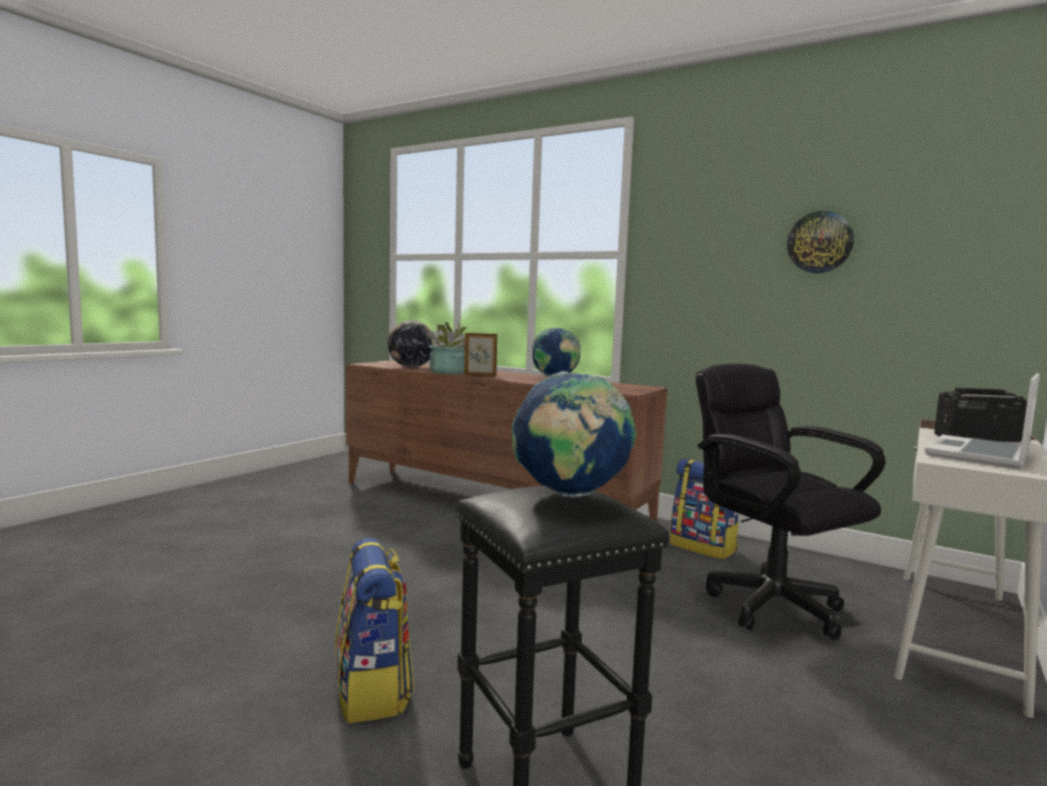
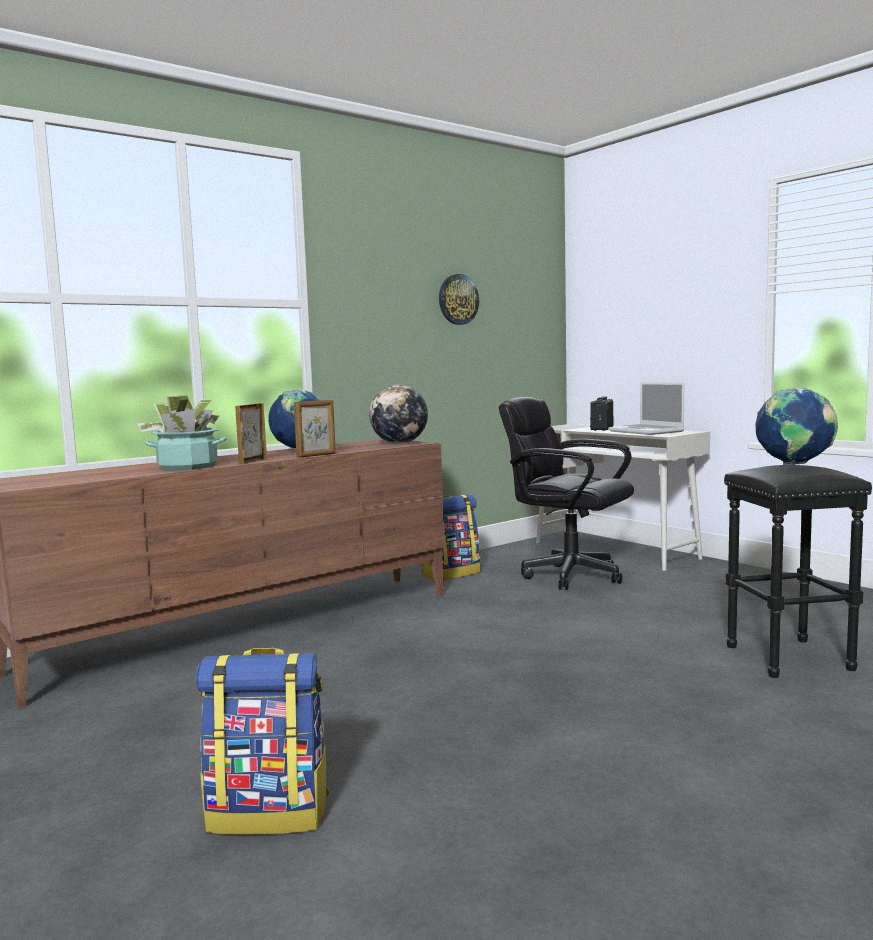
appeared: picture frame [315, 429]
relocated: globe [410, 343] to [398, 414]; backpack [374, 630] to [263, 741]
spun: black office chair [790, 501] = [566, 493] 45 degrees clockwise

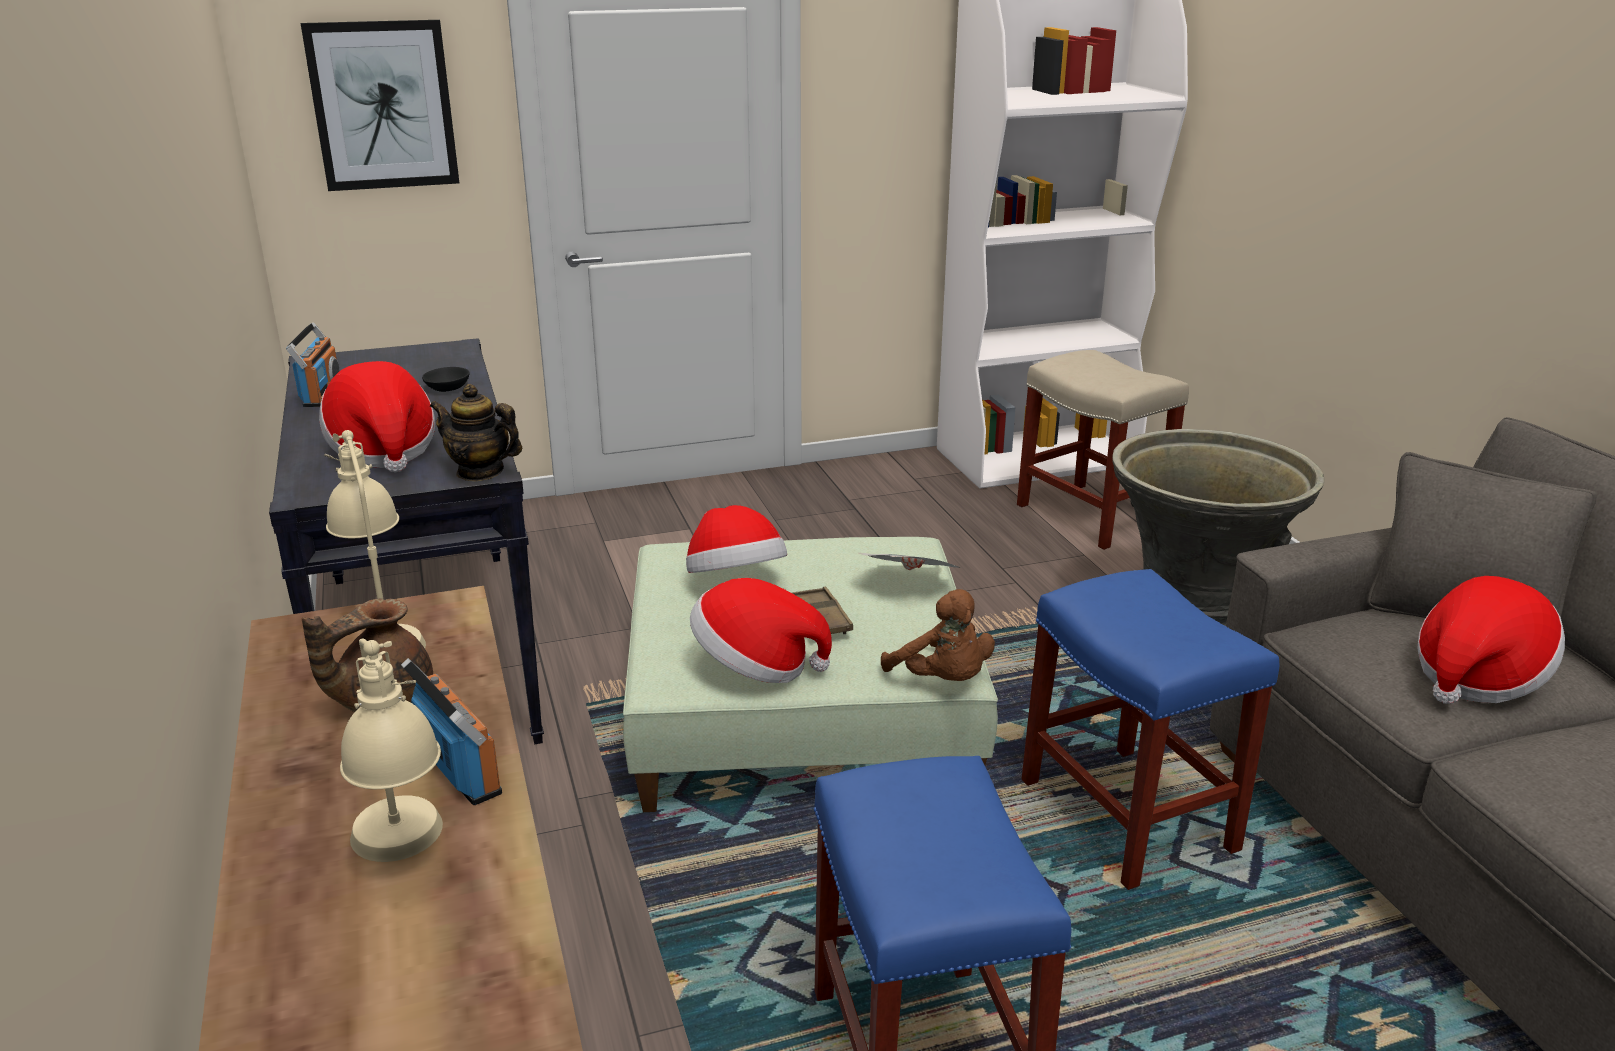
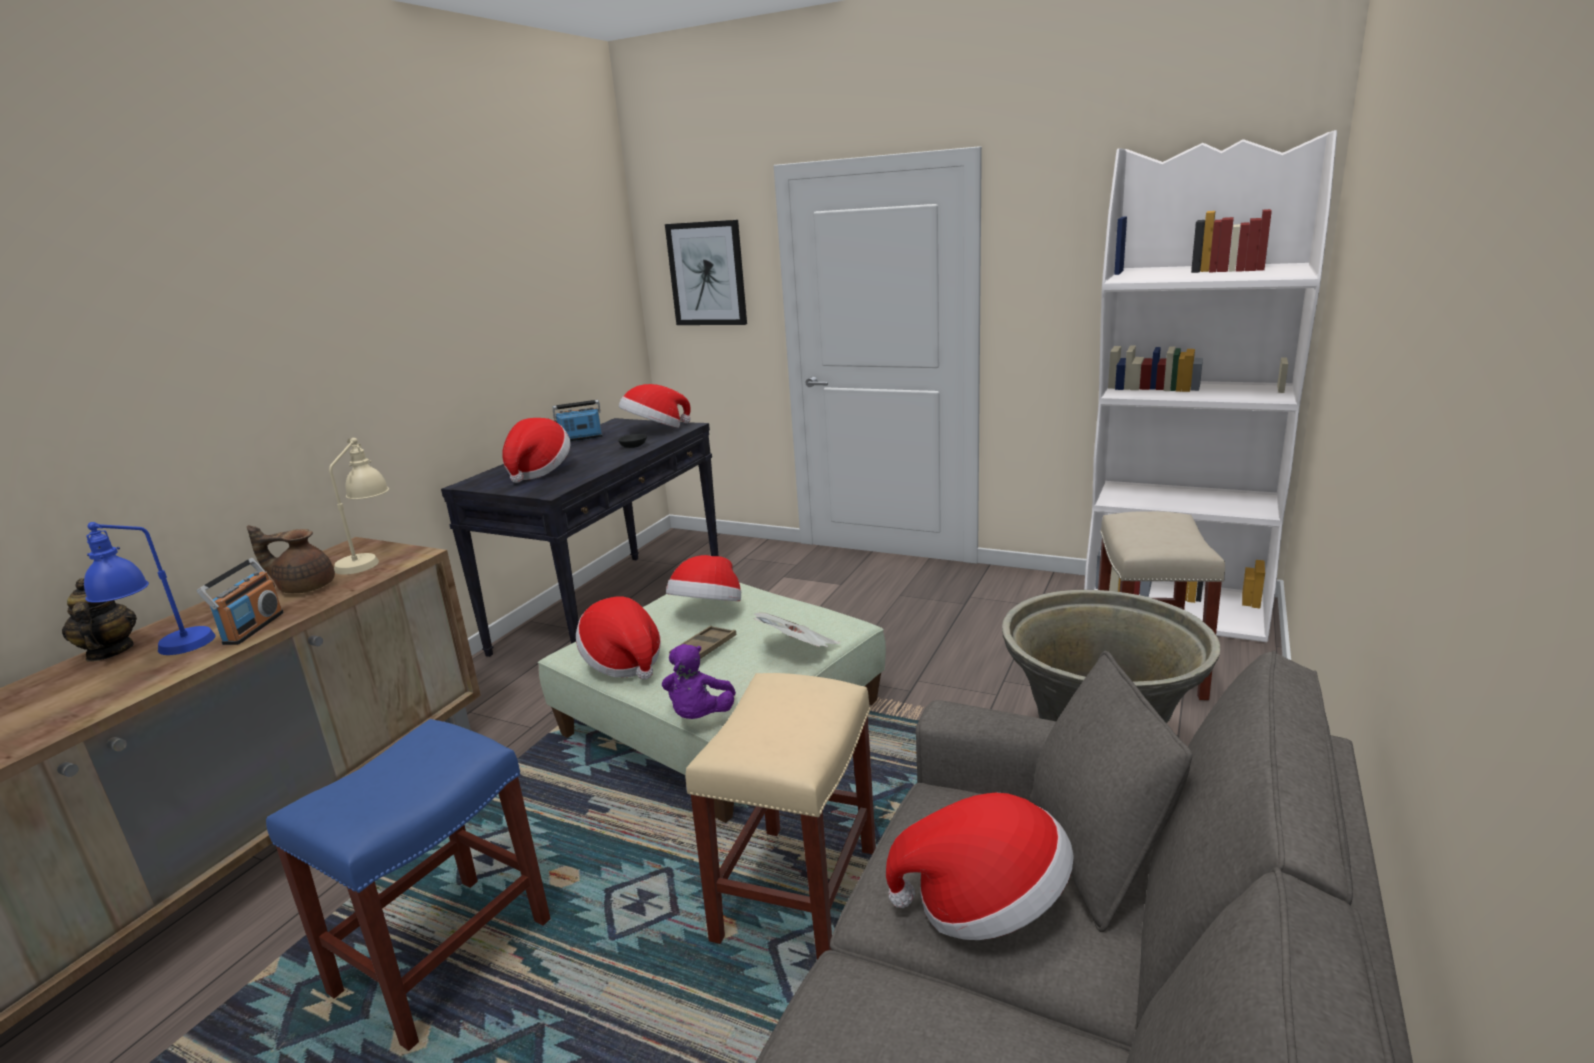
appeared: hat [655, 406]
relocated: teapot [476, 432] to [99, 620]
colour: blue stool [1150, 729] to beige stool [781, 816]; brown plush toy [938, 635] to purple plush toy [699, 681]; beige table lamp [391, 750] to blue table lamp [149, 588]
spun: radio [312, 364] = [577, 421] 150 degrees counterclockwise

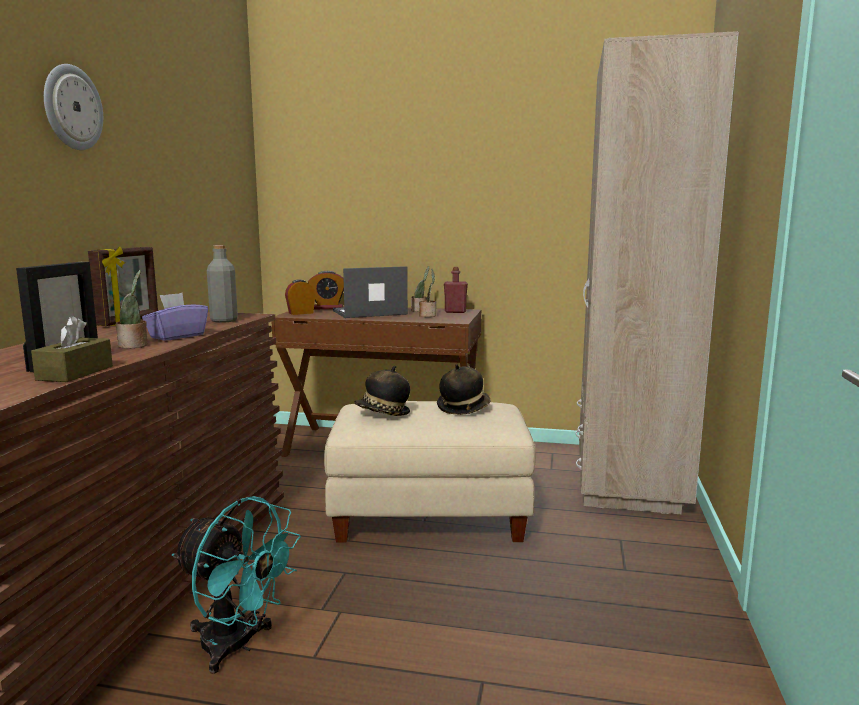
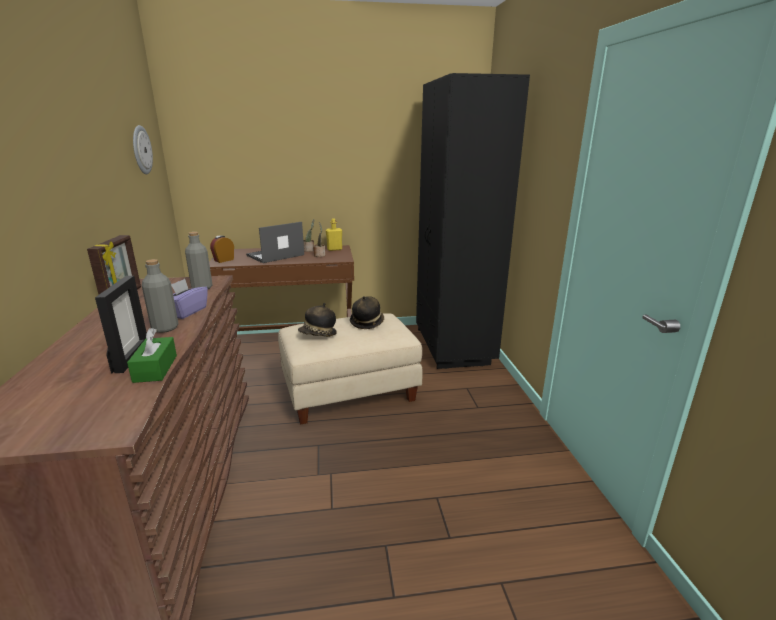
missing: alarm clock [326, 290]; turquoise fan [236, 585]
relocated: wall clock [73, 107] to [143, 149]
exchanged: potted plant [132, 309] to grey bottle [160, 296]
colour: beige wardrobe [657, 272] to black wardrobe [473, 221]; red bottle [456, 290] to yellow bottle [334, 234]; brown tissue box [72, 349] to green tissue box [152, 355]

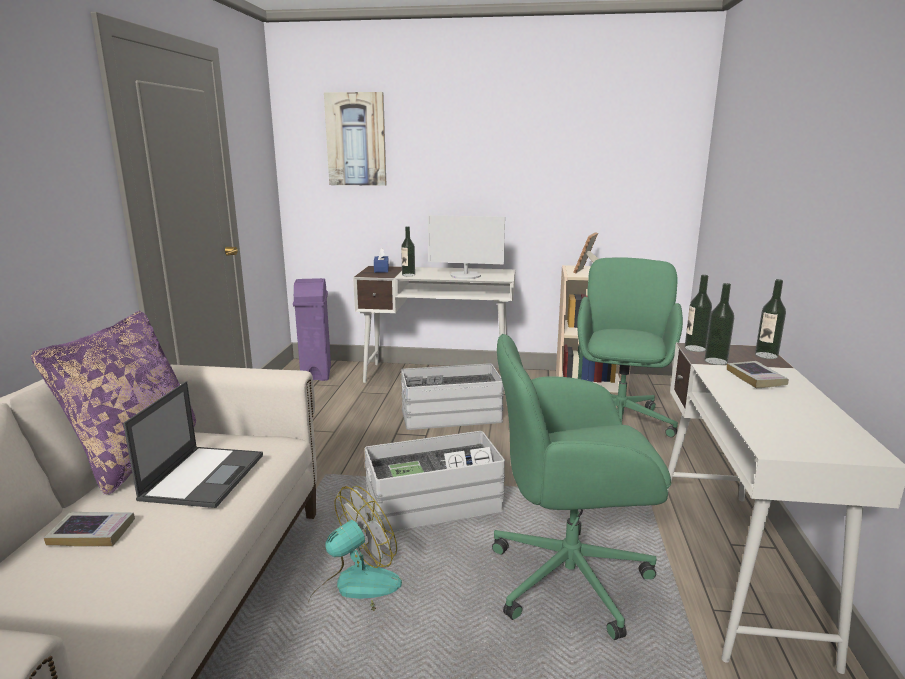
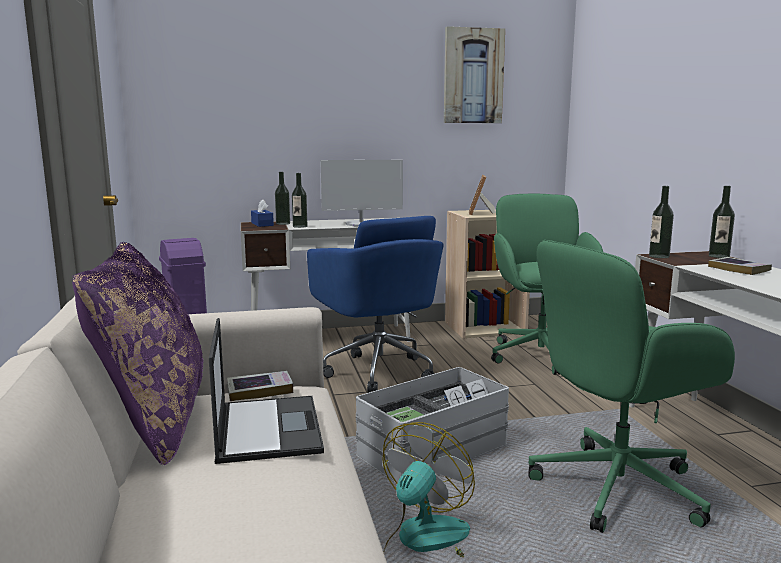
relocated: picture [355, 139] to [474, 74]; bottle [719, 324] to [282, 198]; book [89, 529] to [260, 386]
exchanged: grey storage box [452, 396] to blue office chair [375, 304]

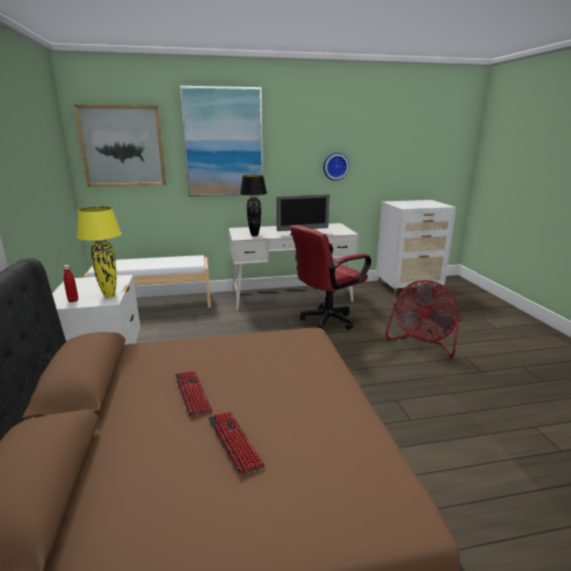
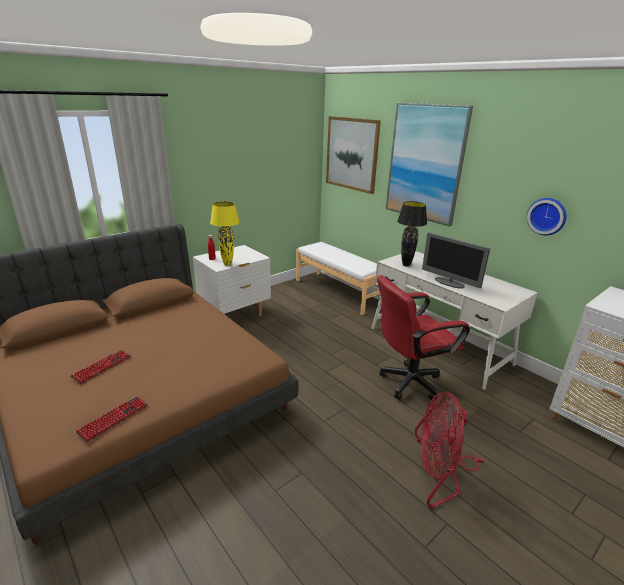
relocated: keyboard [193, 393] to [112, 419]
spun: red office chair [330, 277] = [423, 337] 45 degrees counterclockwise

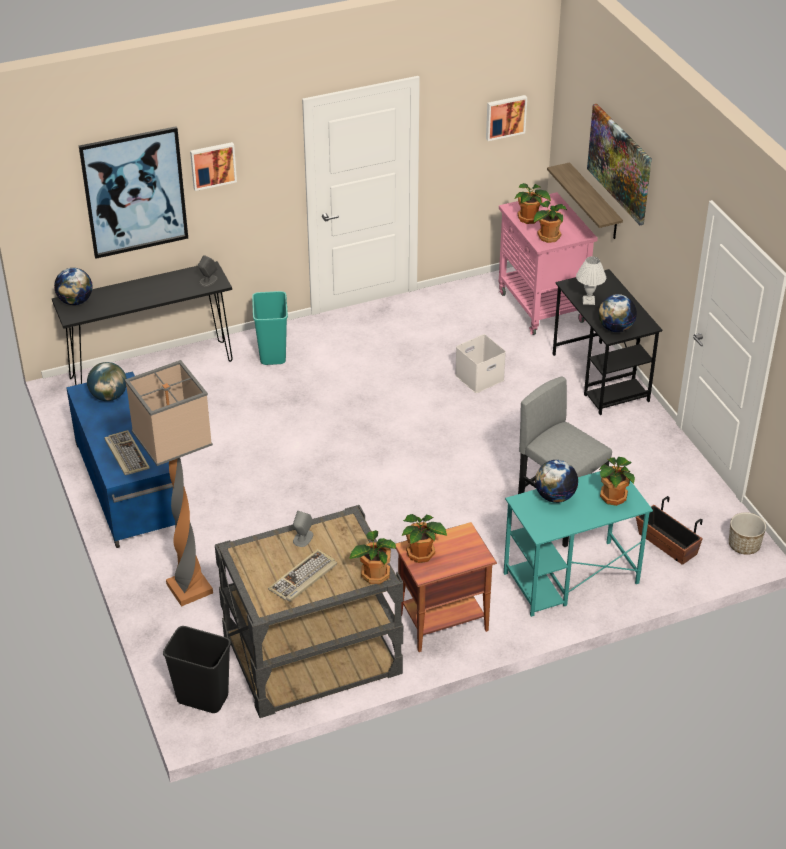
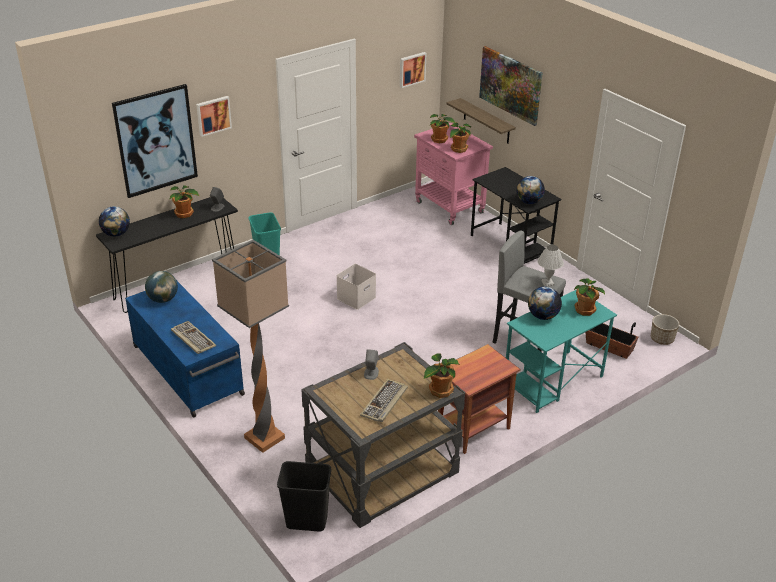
relocated: white table lamp [591, 280] to [551, 266]; white storage box [480, 363] to [356, 287]; potted plant [424, 538] to [184, 201]

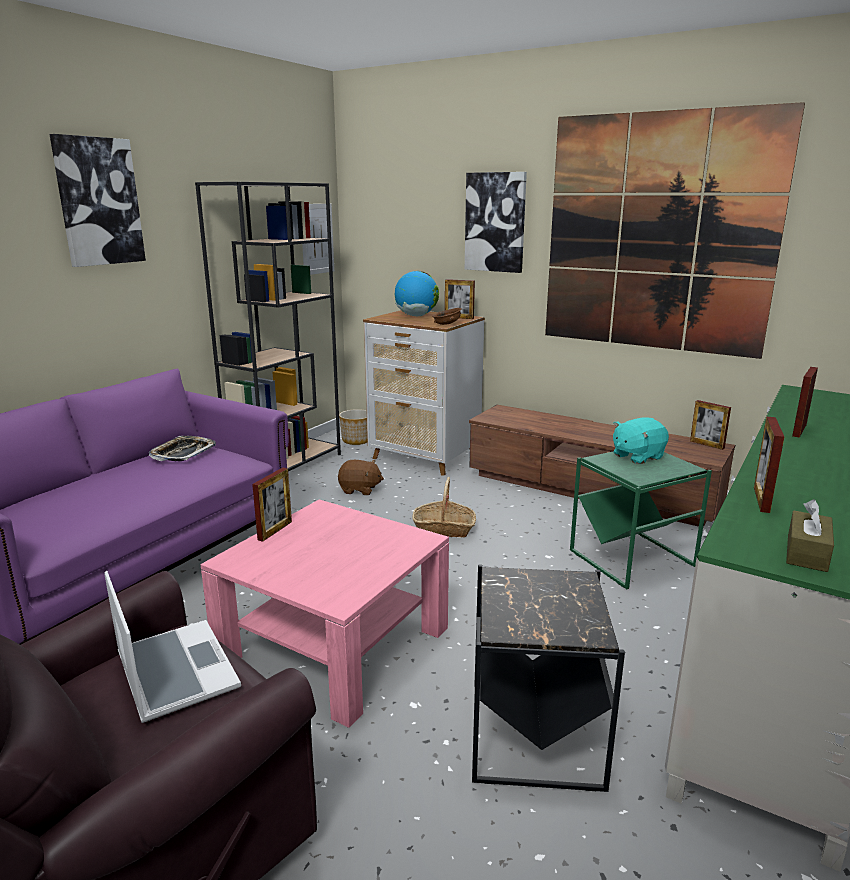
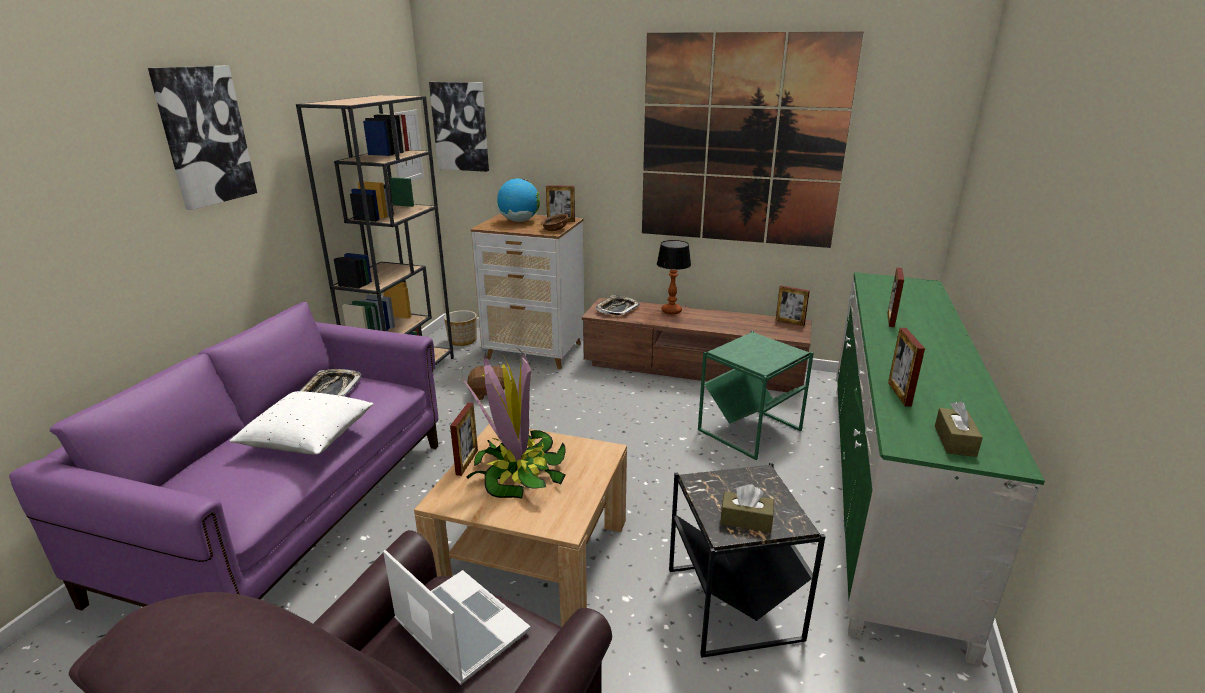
missing: turquoise plush toy [641, 440]; basket [444, 507]
appeared: table lamp [674, 277]; tray [618, 305]; potted plant [514, 423]; white pillow [301, 423]; brown tissue box [747, 508]
relocated: picture [496, 222] to [459, 127]
colour: pink coffee table [325, 614] to brown coffee table [520, 525]

